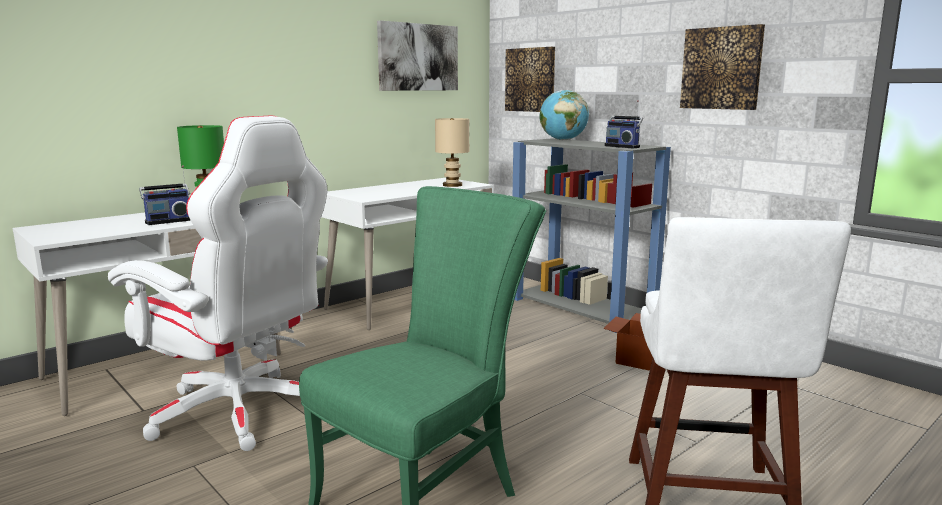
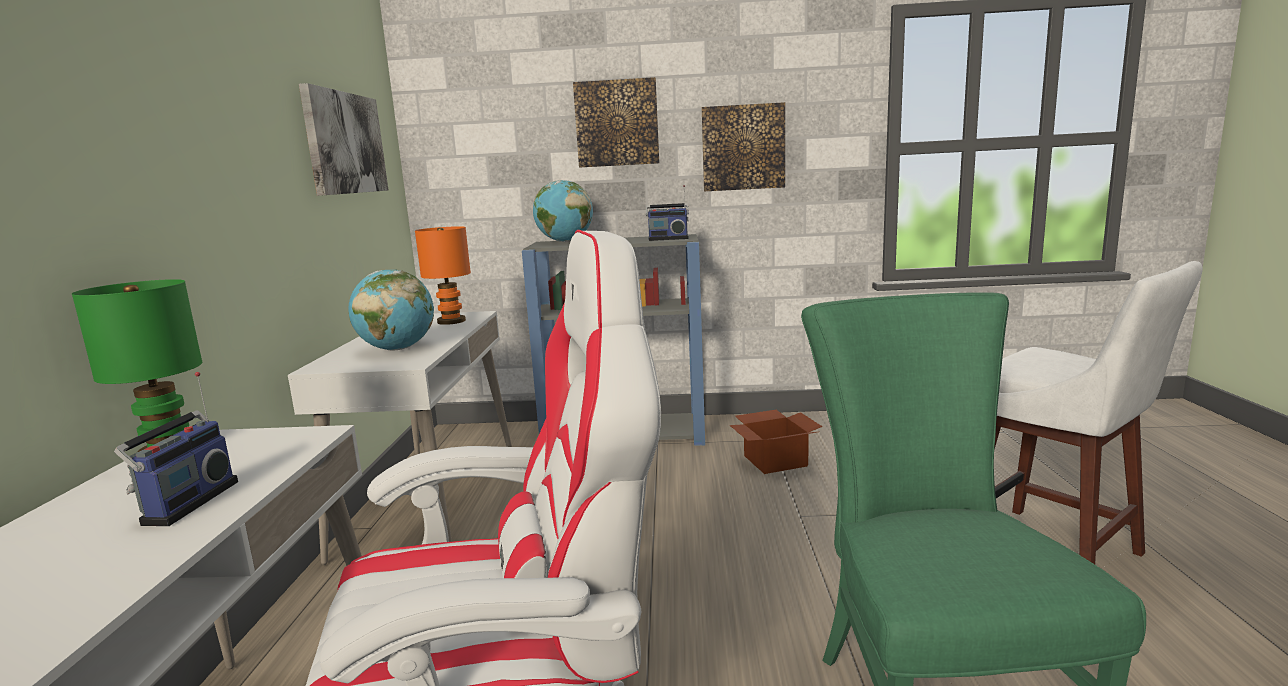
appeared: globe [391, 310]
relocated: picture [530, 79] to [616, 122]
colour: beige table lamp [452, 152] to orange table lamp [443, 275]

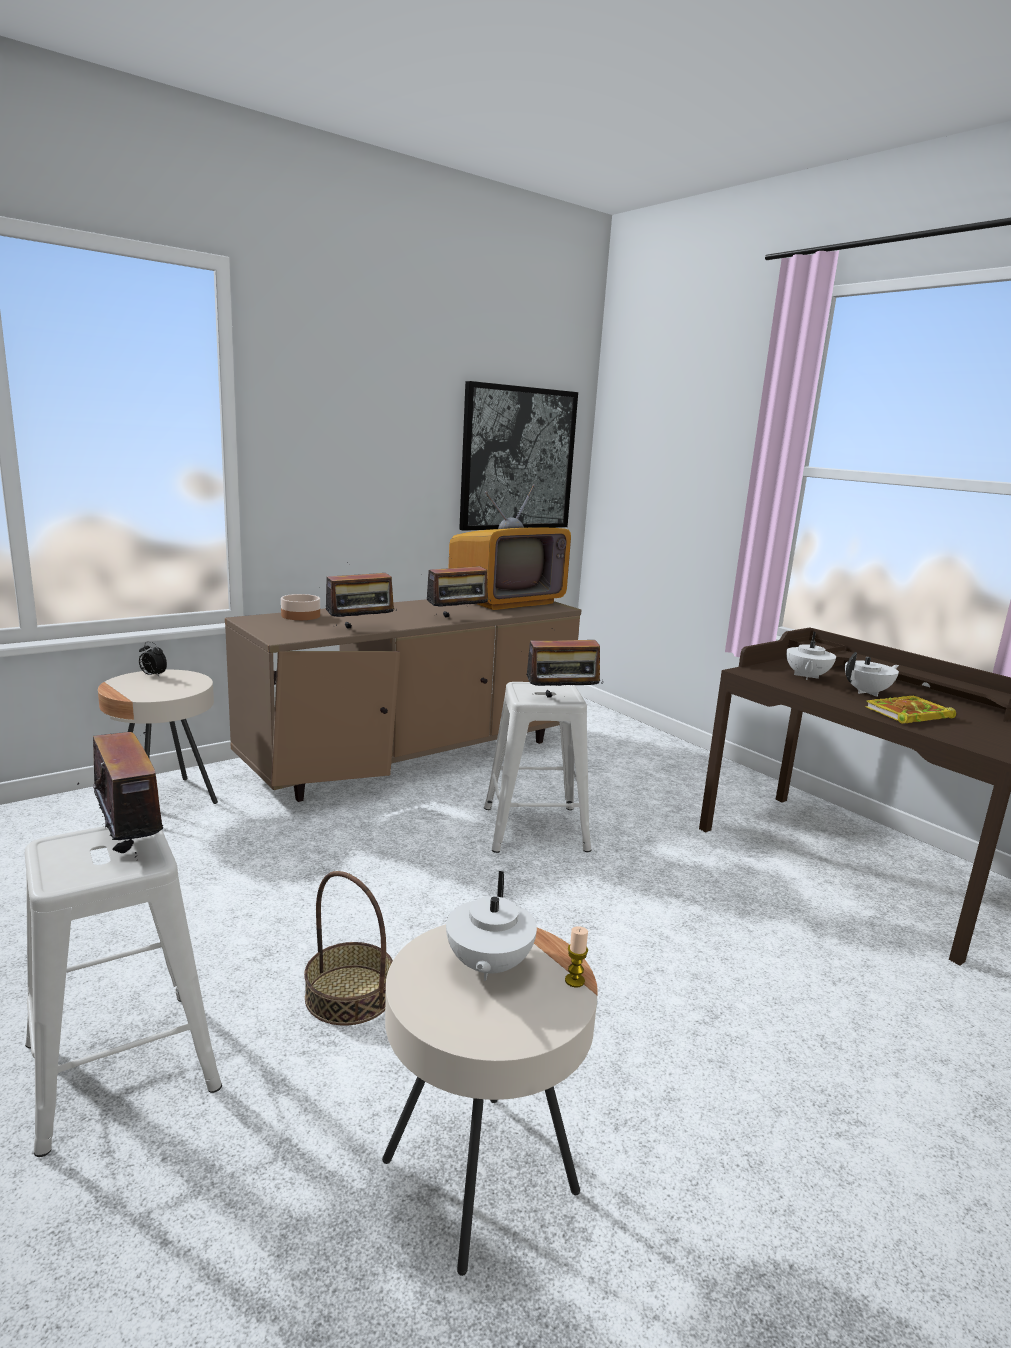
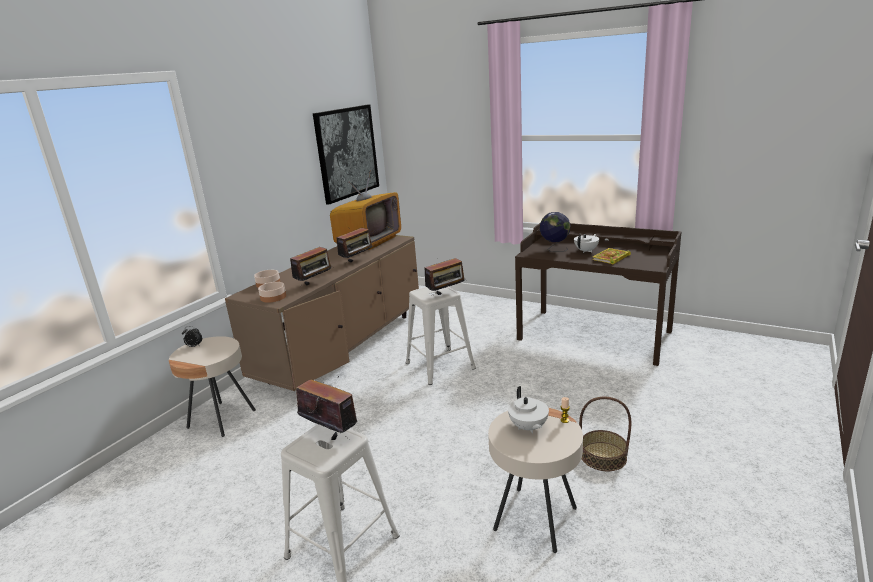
appeared: bowl [272, 292]
relocated: basket [348, 948] to [605, 434]
exchanged: white teapot [811, 656] to globe [555, 232]

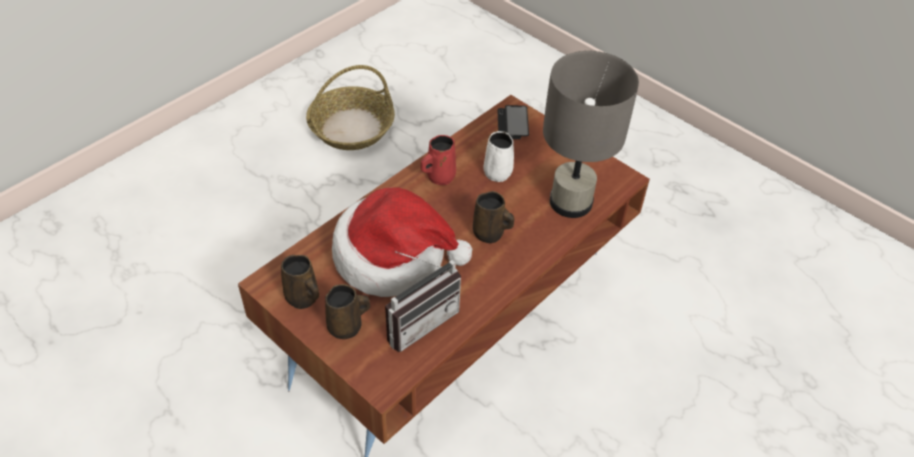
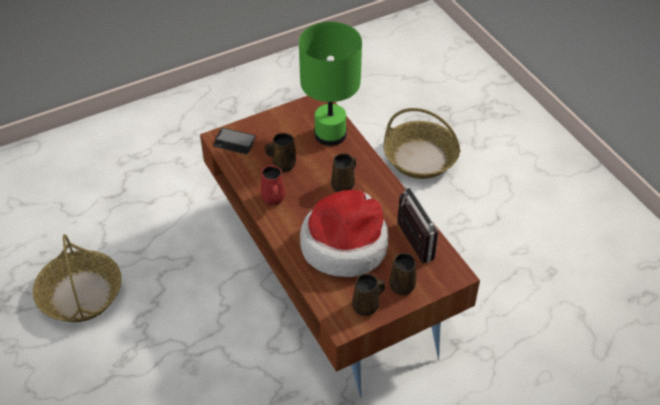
appeared: basket [422, 143]
colour: grey table lamp [591, 134] to green table lamp [330, 84]; white mug [498, 156] to brown mug [280, 152]

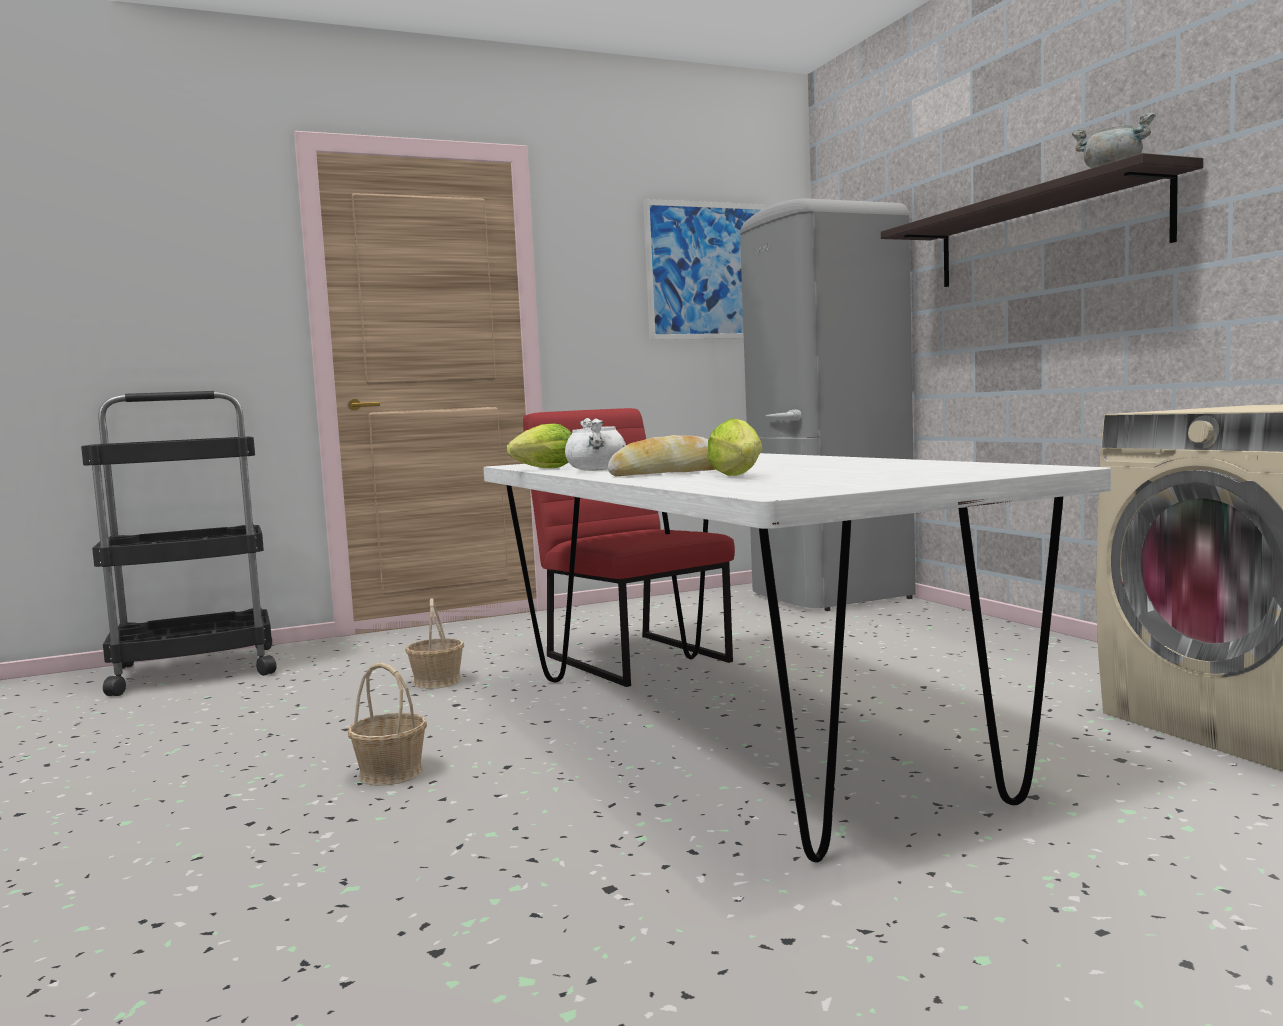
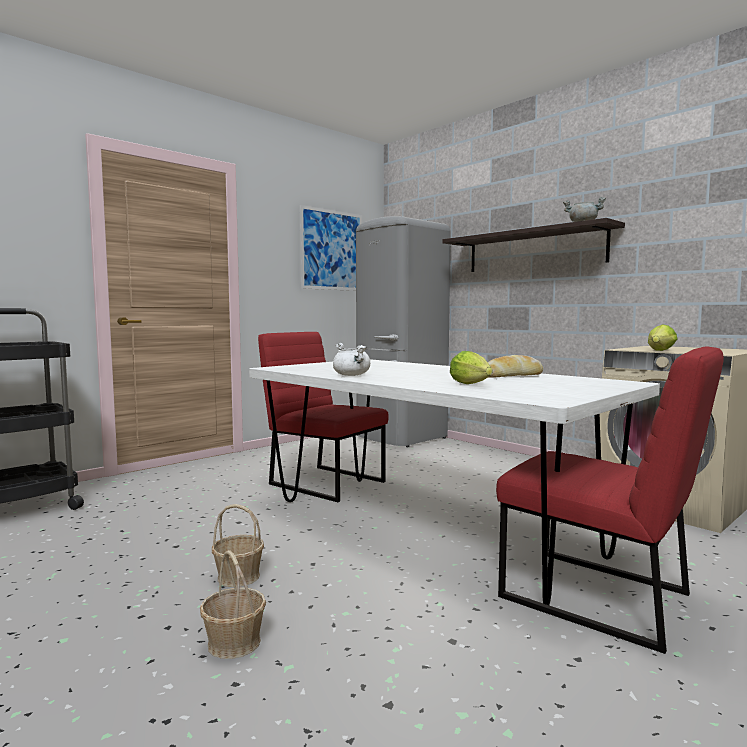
appeared: red chair [610, 500]
relocated: lettuce [539, 446] to [662, 338]; bread [661, 456] to [515, 366]; basket [434, 643] to [233, 604]

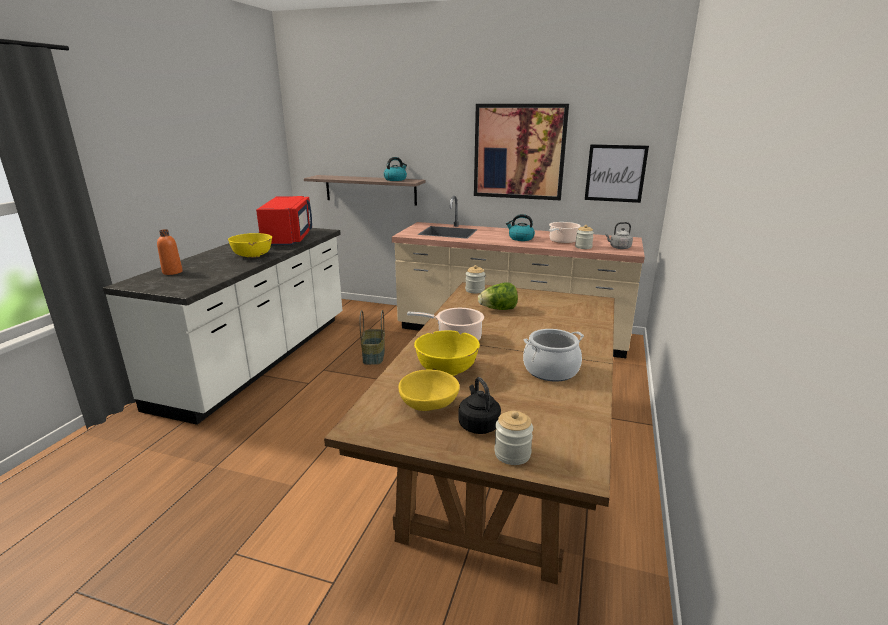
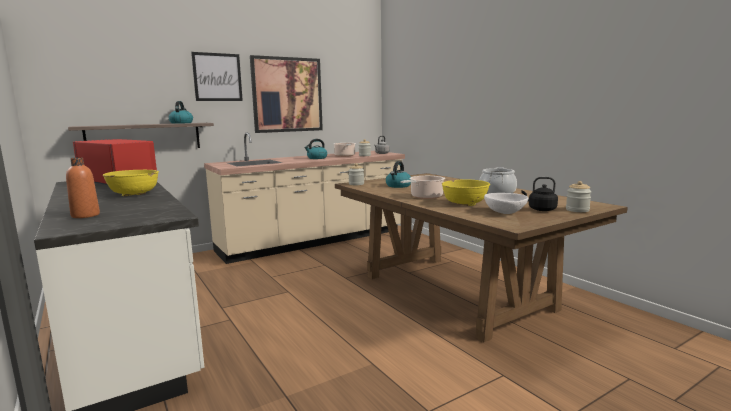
missing: basket [372, 337]
relocated: picture [617, 173] to [217, 76]
exchanged: lettuce [498, 296] to kettle [398, 174]
colour: yellow bowl [429, 390] to white bowl [506, 203]

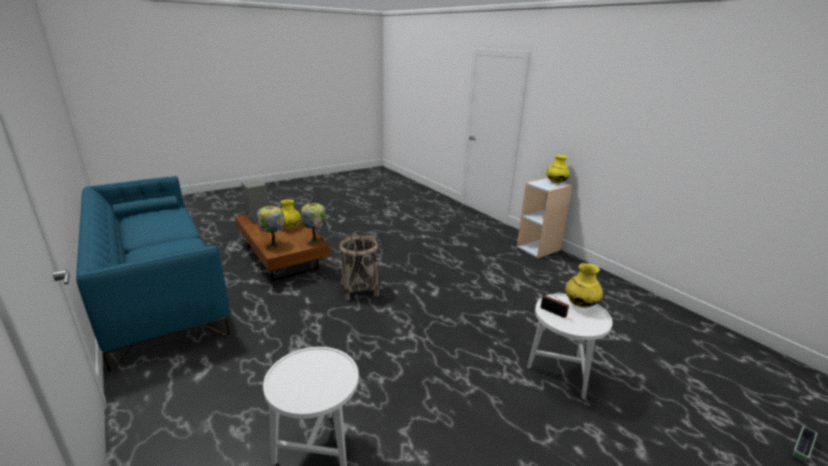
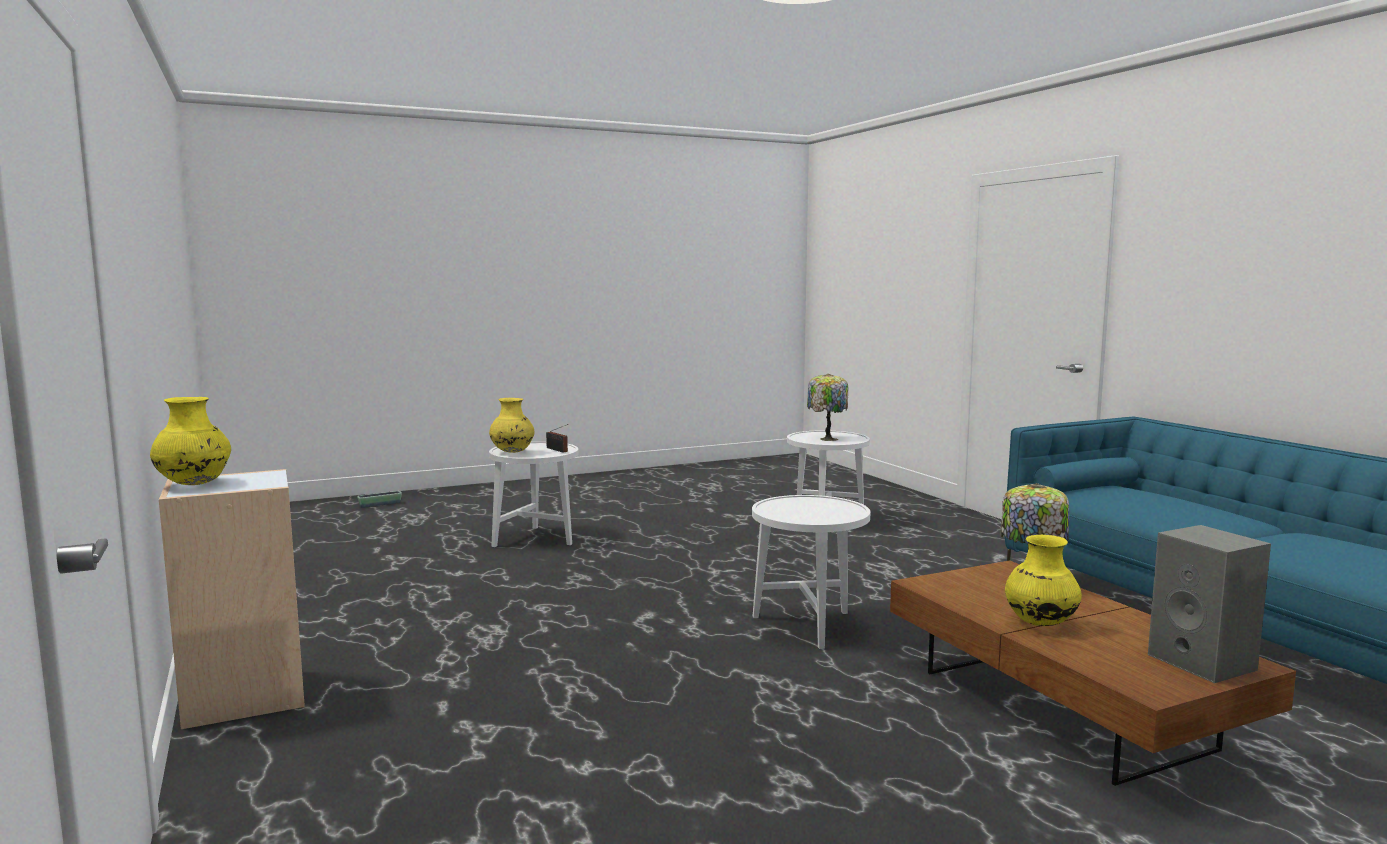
relocated: table lamp [313, 223] to [827, 407]
exchanged: basket [359, 267] to white side table [811, 572]

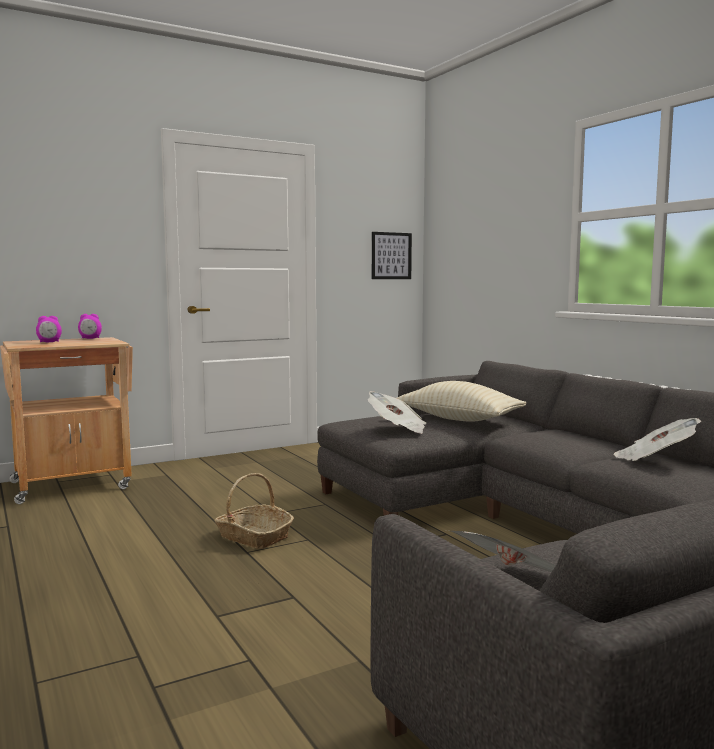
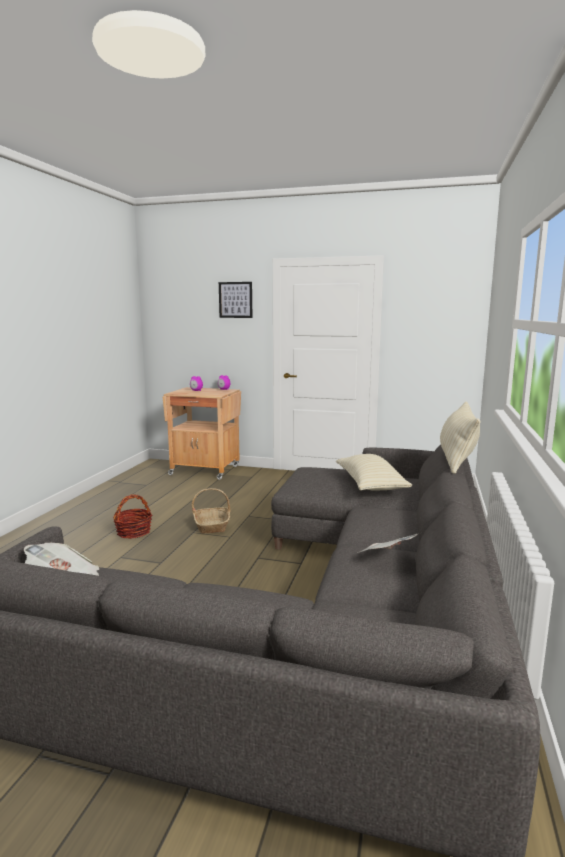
missing: newspaper [397, 412]
appeared: beige pillow [460, 437]; basket [132, 516]
relocated: picture [392, 255] to [235, 300]

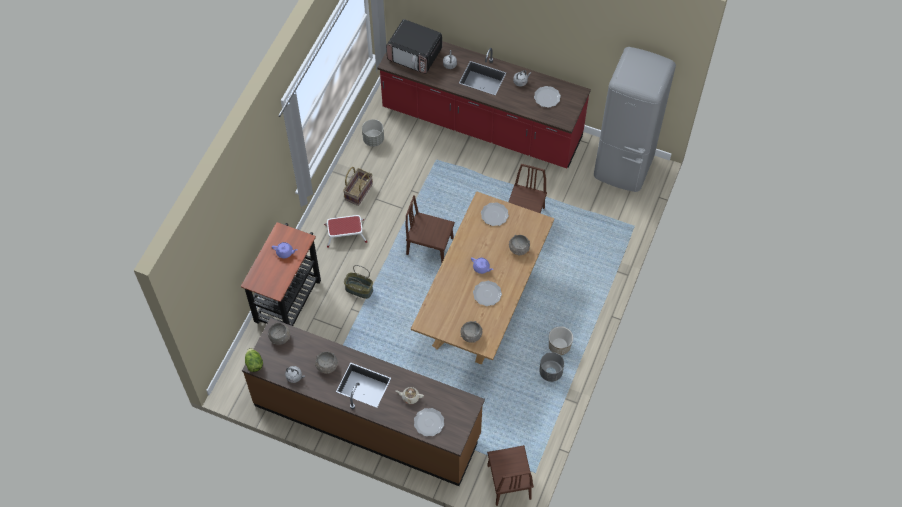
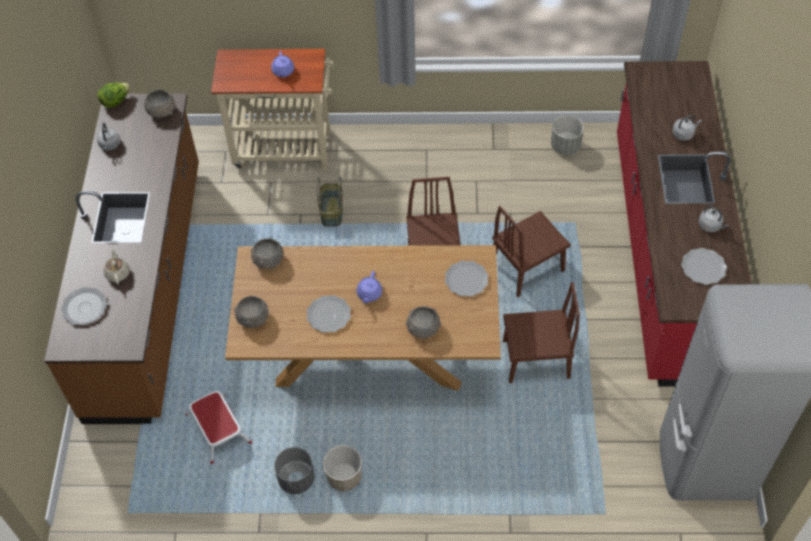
missing: microwave [414, 46]; basket [358, 186]
relocated: red step ladder [345, 231] to [218, 427]; grey bowl [326, 362] to [267, 253]; brown chair [510, 475] to [531, 251]
colour: black cart [281, 274] to beige cart [272, 109]

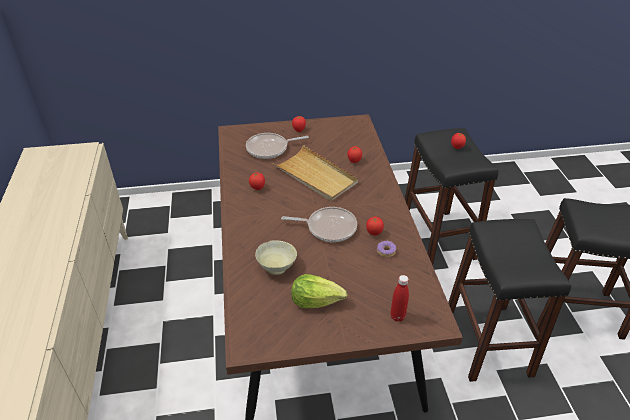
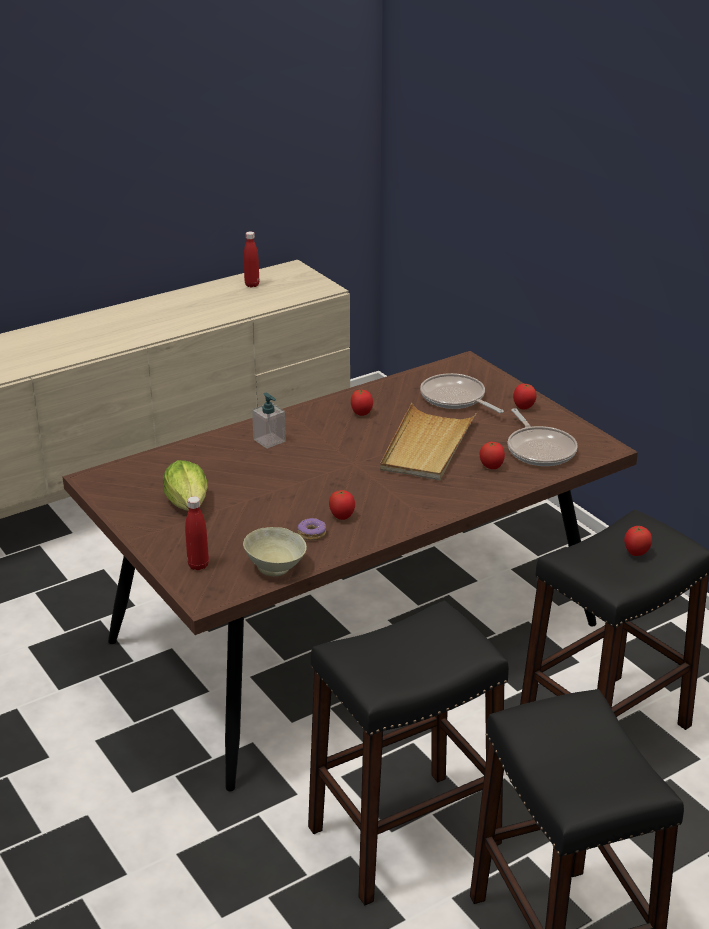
appeared: red bottle [251, 259]; soap dispenser [269, 421]
relocated: frying pan [319, 224] to [543, 437]; beige bowl [276, 257] to [275, 551]

